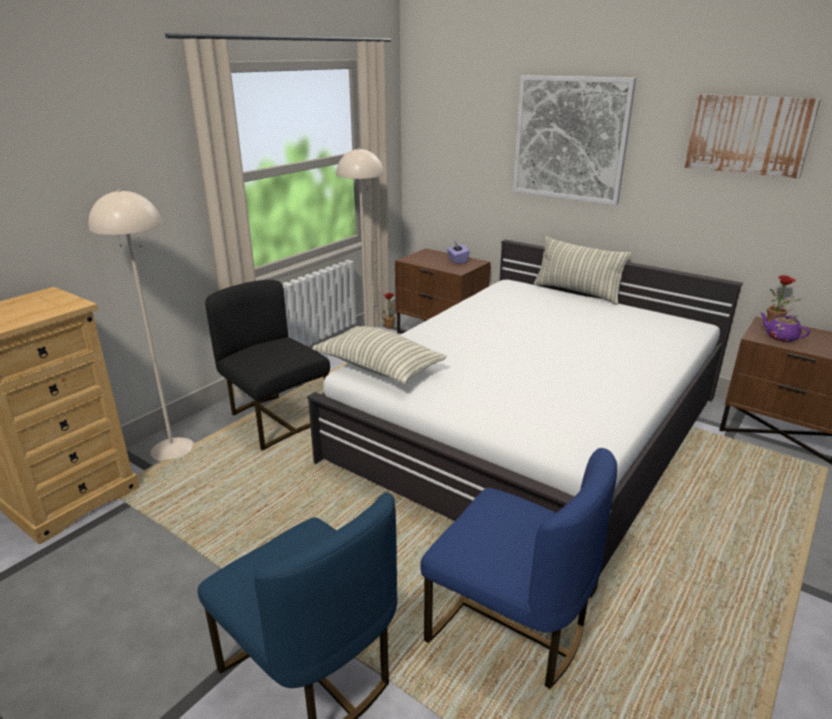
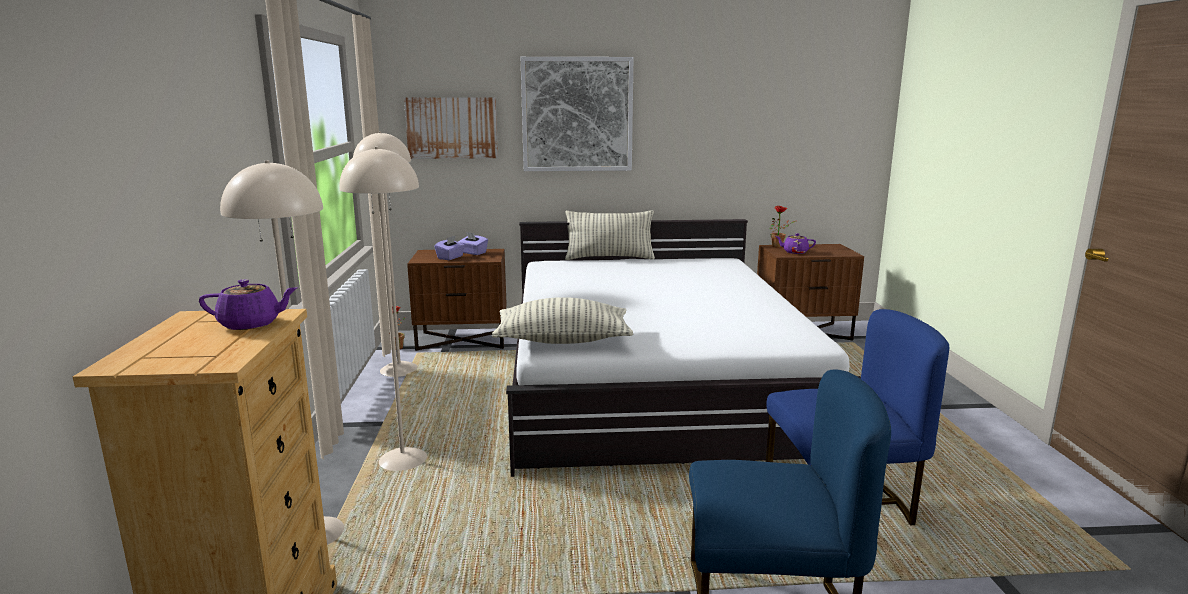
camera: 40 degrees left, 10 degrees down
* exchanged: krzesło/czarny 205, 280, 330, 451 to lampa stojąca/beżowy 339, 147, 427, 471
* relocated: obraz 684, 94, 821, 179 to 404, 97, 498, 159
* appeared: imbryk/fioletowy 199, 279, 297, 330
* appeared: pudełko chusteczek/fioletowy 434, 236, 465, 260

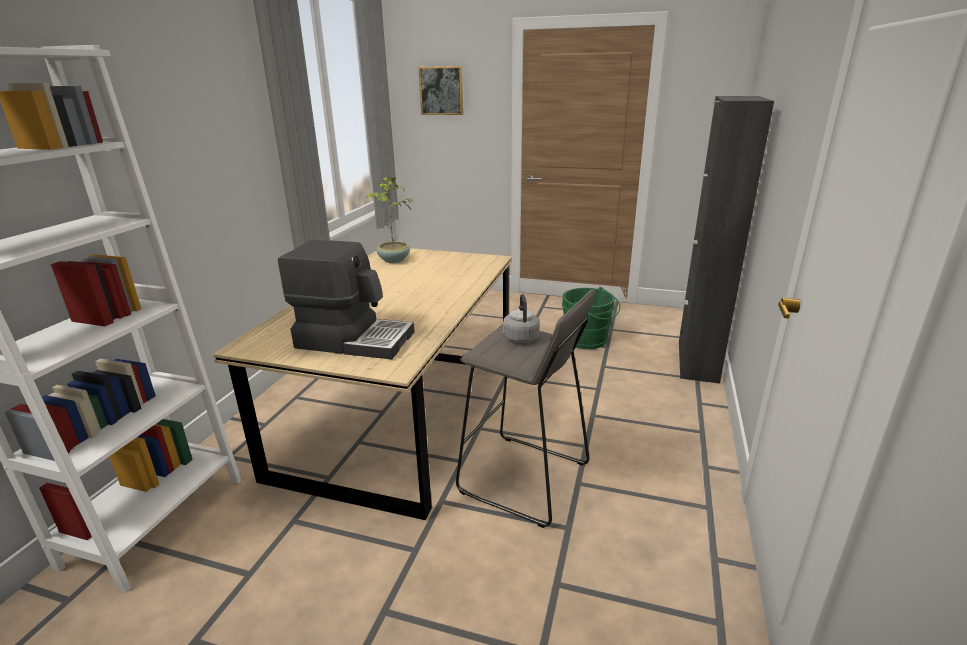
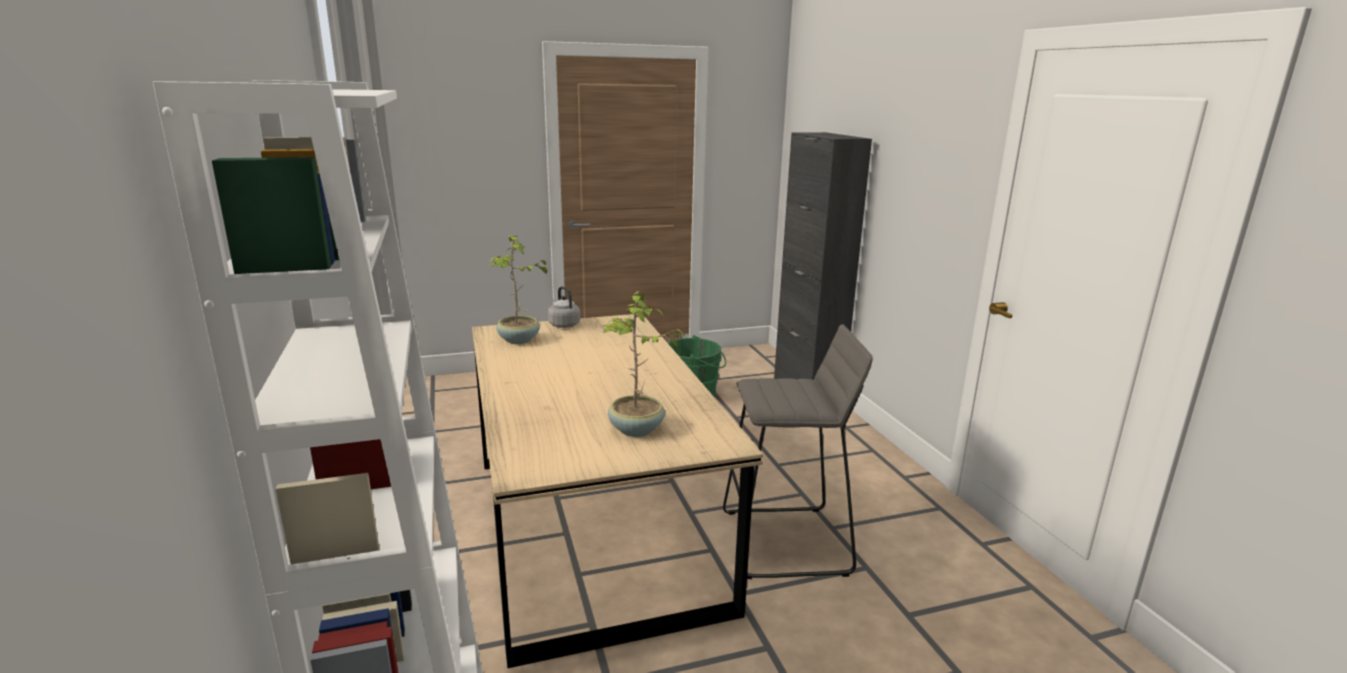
camera: 35 degrees left, 5 degrees down
* exchanged: ekspres do kawy 278, 239, 414, 360 to roślina doniczkowa 603, 291, 685, 437
* missing: obraz 419, 66, 463, 115
* relocated: czajnik/szary 503, 294, 540, 343 to 548, 286, 580, 328

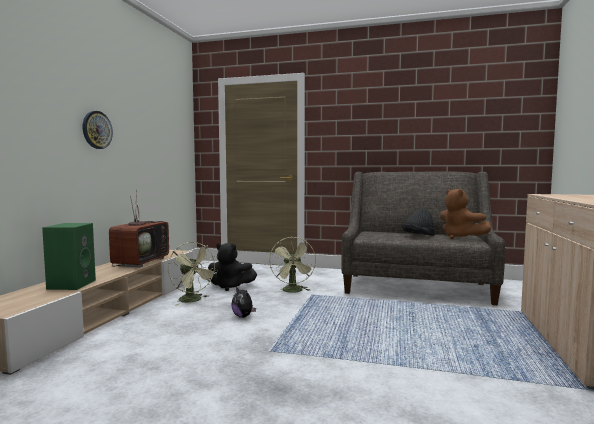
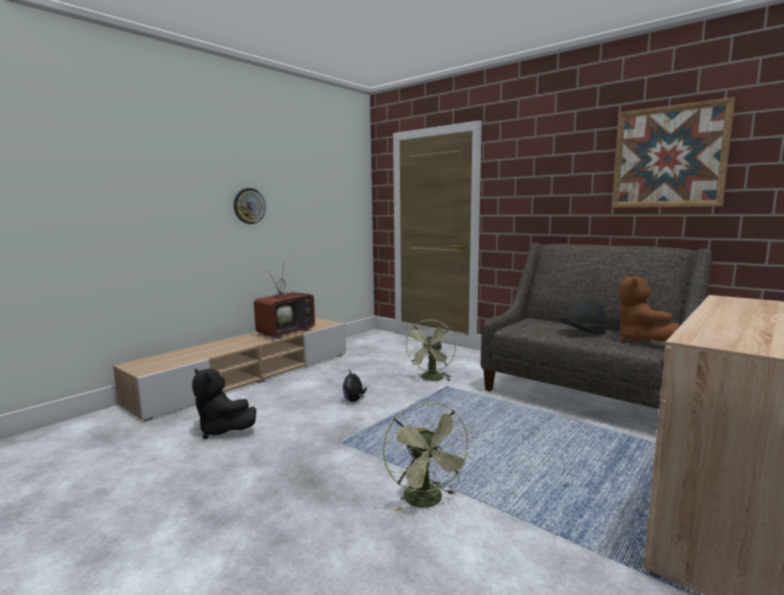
camera: 25 degrees right, 5 degrees up
* missing: głośnik/zielony 42, 223, 96, 290
* relocated: wentylator/zielony 168, 242, 217, 306 to 383, 401, 473, 512
* relocated: pluszak/czarny 208, 243, 257, 291 to 192, 368, 256, 439
* appeared: obraz 612, 97, 735, 208

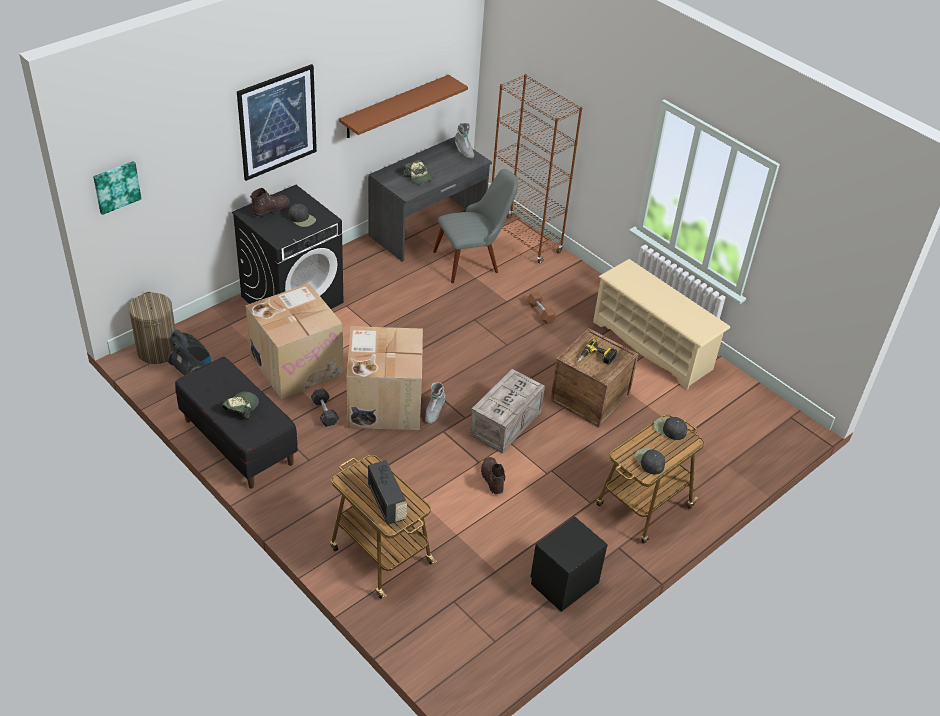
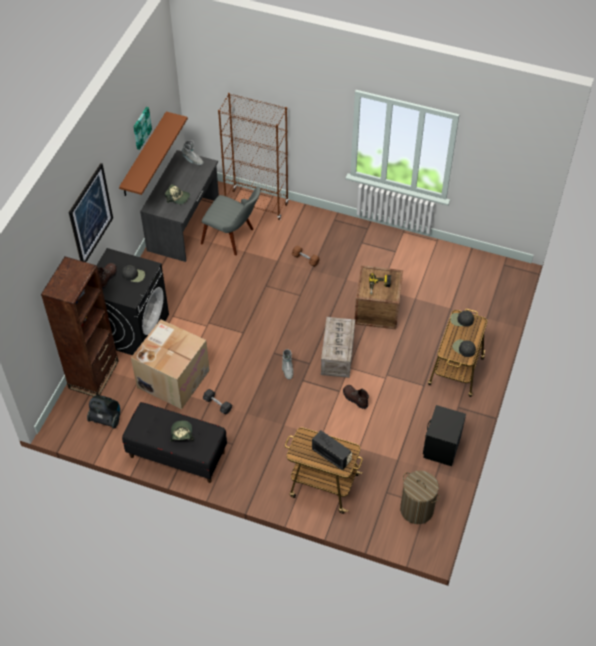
camera: 25 degrees left, 10 degrees up
* relocated: obraz 93, 161, 141, 215 to 133, 107, 152, 150
* relocated: kosz na pranie 129, 292, 176, 364 to 400, 471, 440, 524
* missing: karton 347, 326, 423, 430
* spun: krzesło/szary 433, 169, 518, 283 = 201, 187, 261, 255 75 degrees clockwise
* missing: regał na buty/beżowy 593, 259, 730, 390
* appeared: regał/brązowy 41, 256, 119, 397

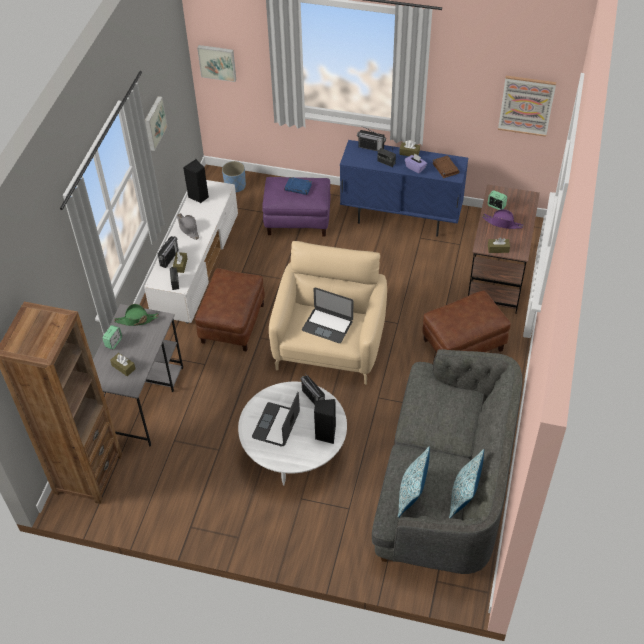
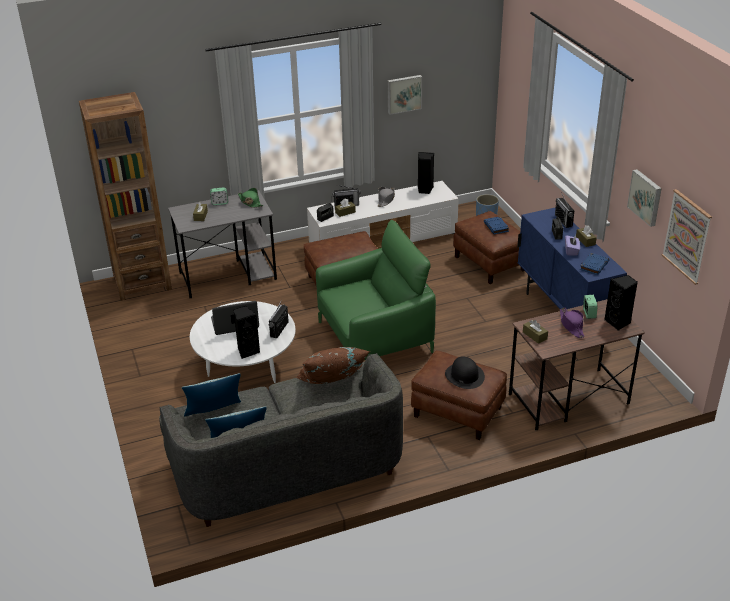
camera: 55 degrees right, 15 degrees down
* relocated: obraz 197, 45, 236, 82 to 627, 169, 662, 227
* colour: pufa/fioletowy 262, 177, 331, 237 to pufa/brązowy 453, 211, 524, 284
* colour: fotel/beżowy 269, 241, 387, 385 to fotel/zielony 316, 220, 436, 360
* missing: laptop 302, 287, 353, 343
* colour: książka/brązowy 433, 155, 460, 178 to książka/niebieski 580, 253, 609, 275
* appeared: poduszka/brązowy 296, 347, 369, 384
* appeared: kapelusz/czarny 445, 356, 485, 389
* appeared: głośnik/czarny 604, 275, 638, 331

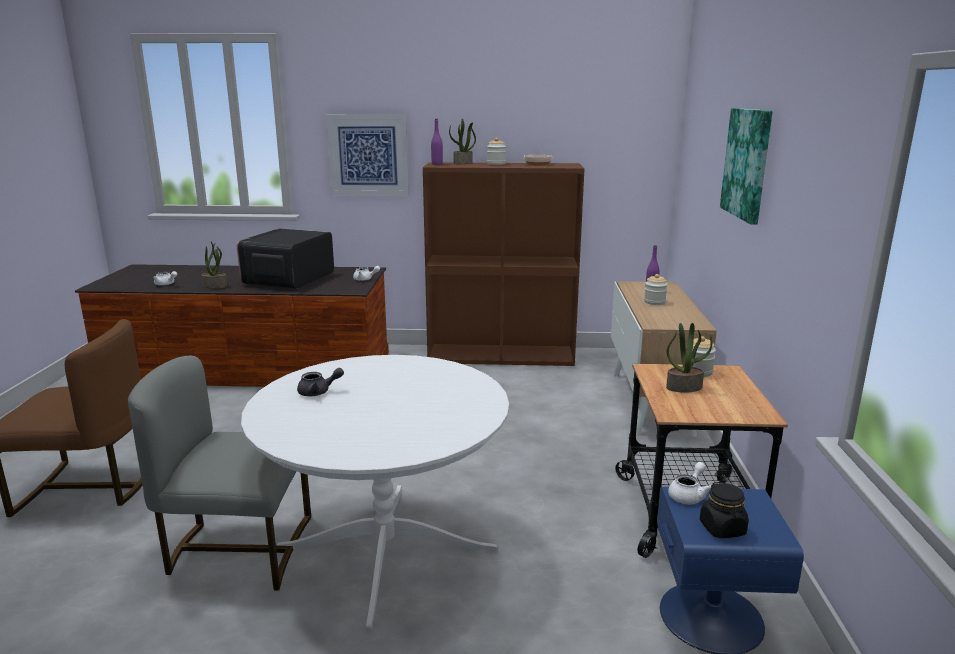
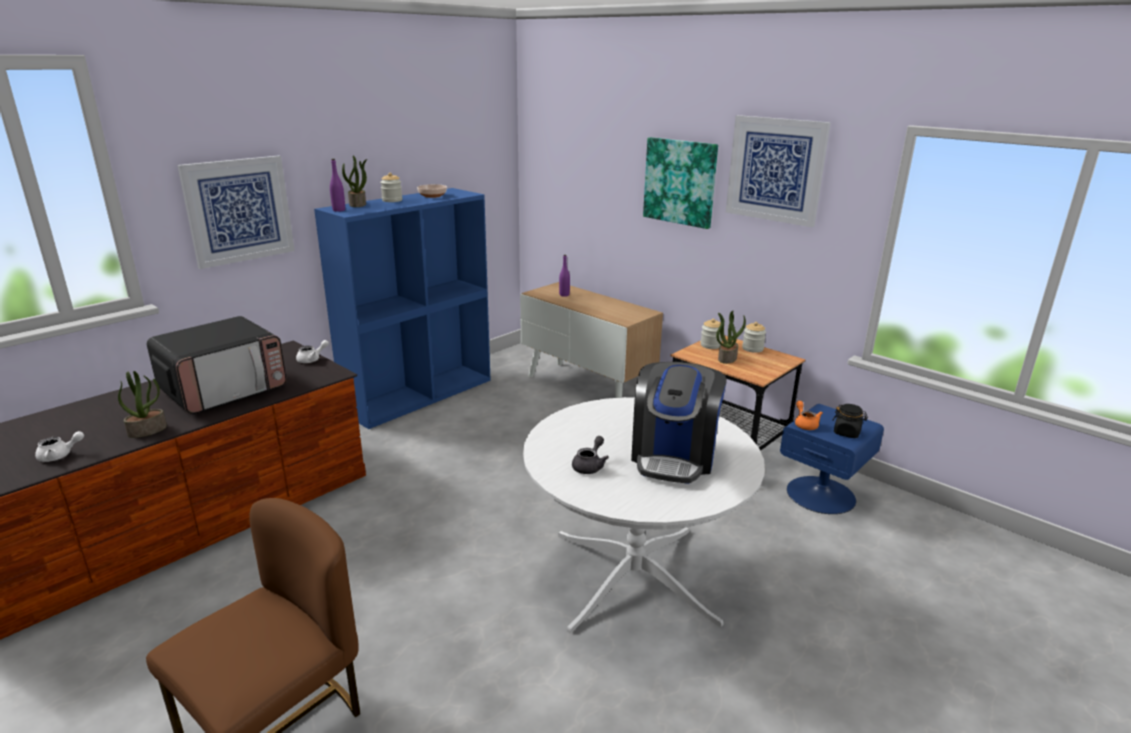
camera: 50 degrees left, 5 degrees up
* missing: krzesło/szary 128, 356, 311, 591
* spun: mikrofalówka 237, 229, 334, 289 = 147, 316, 287, 414 105 degrees counterclockwise
* colour: regał/brązowy 423, 162, 585, 366 to regał/niebieski 314, 188, 491, 429
* relocated: słoik 644, 274, 668, 305 to 742, 322, 766, 353
* colour: imbryk/biały 668, 462, 711, 504 to imbryk/pomarańczowy 795, 401, 823, 430
* appeared: ekspres do kawy 631, 362, 727, 484
* appeared: obraz 726, 115, 831, 227

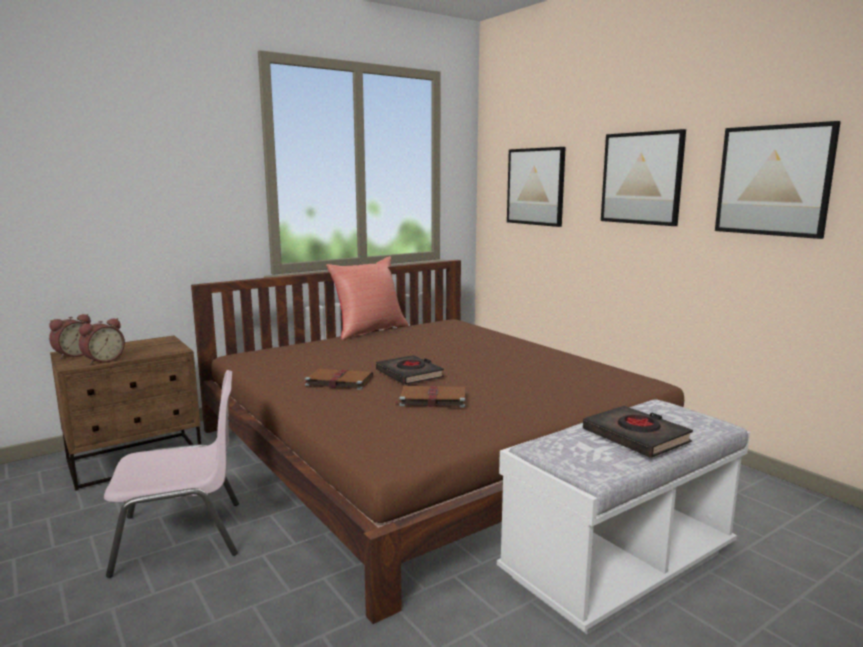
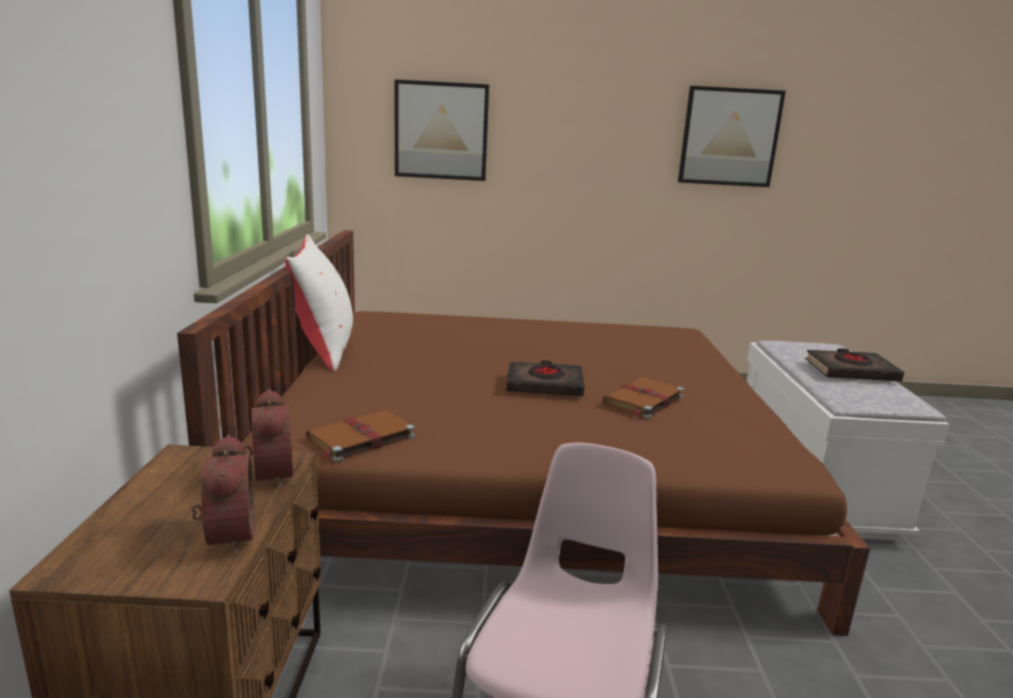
camera: 55 degrees left, 5 degrees up
* relocated: budzik 49, 314, 91, 359 to 244, 389, 293, 489
* relocated: książka/brązowy 305, 369, 373, 390 to 306, 410, 415, 461
* colour: poduszka/czerwony 326, 256, 409, 340 to poduszka/biały 285, 234, 353, 371
* missing: obraz 601, 129, 686, 226

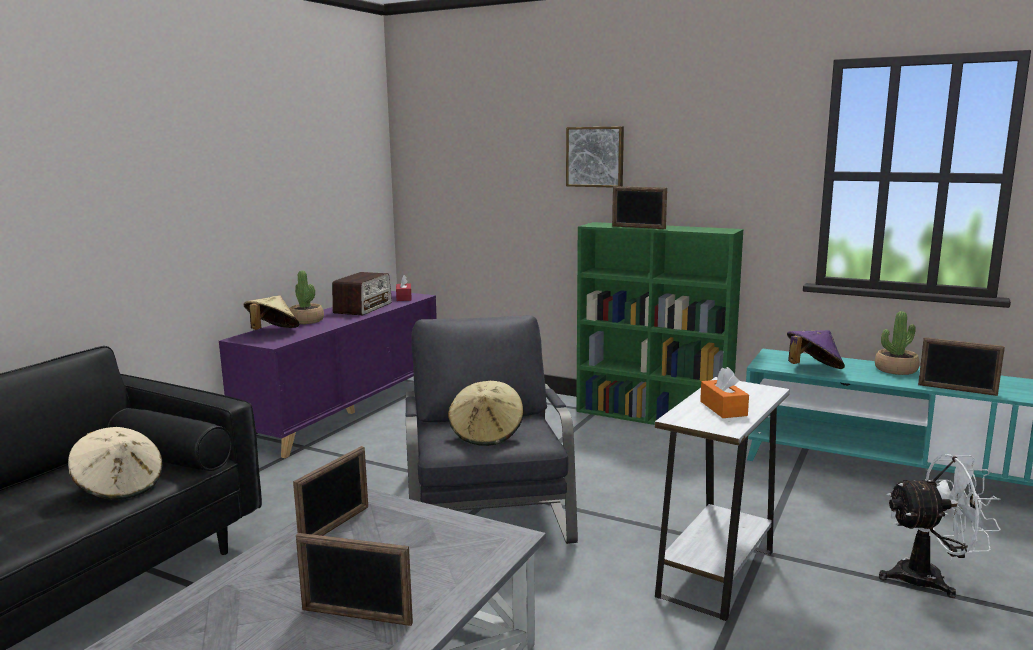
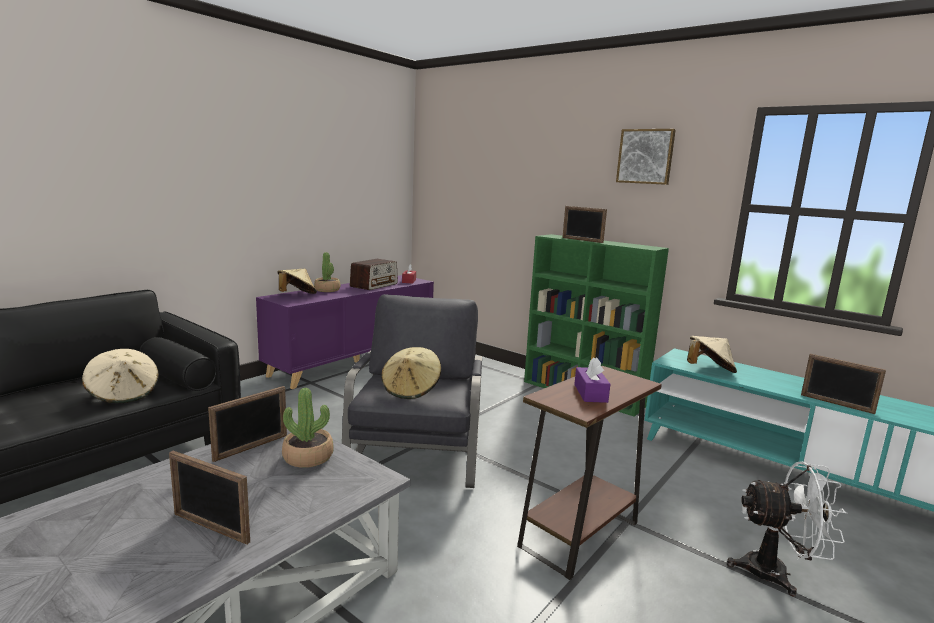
camera: 10 degrees right, 0 degrees up
* relocated: obraz 566, 126, 624, 188 to 616, 129, 676, 185
* colour: stolik/biały 655, 377, 790, 621 to stolik/brązowy 517, 366, 662, 580
* colour: pudełko chusteczek/pomarańczowy 700, 367, 749, 418 to pudełko chusteczek/fioletowy 574, 357, 610, 403
* colour: kapelusz/fioletowy 787, 330, 845, 369 to kapelusz/beżowy 687, 336, 737, 373
* relocated: roślina doniczkowa 875, 311, 920, 375 to 282, 388, 334, 468

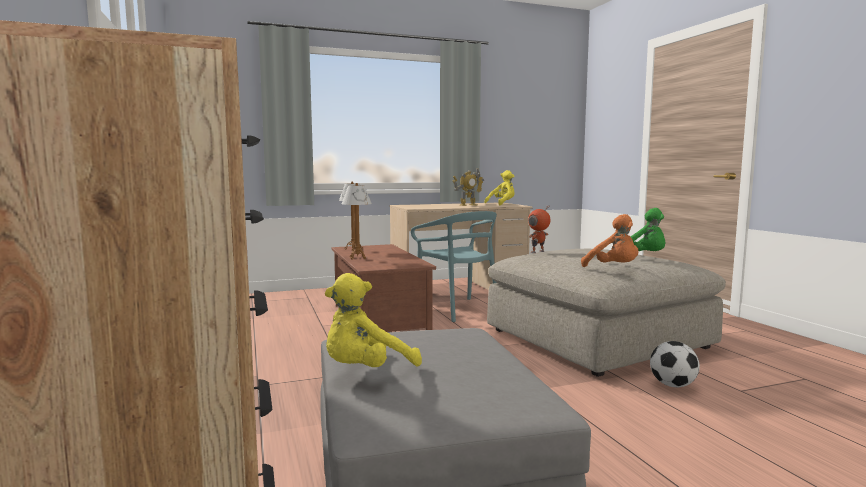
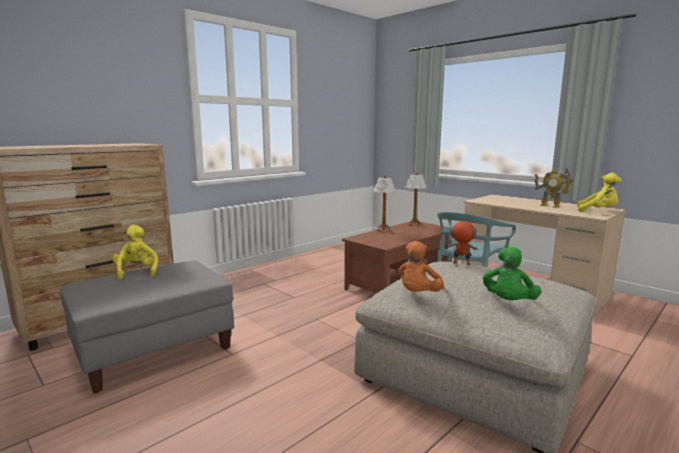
camera: 65 degrees right, 5 degrees up
* spun: pluszak/żółty 325, 273, 422, 367 = 112, 225, 158, 279 45 degrees clockwise
* missing: piłka futbolowa 650, 341, 700, 387

